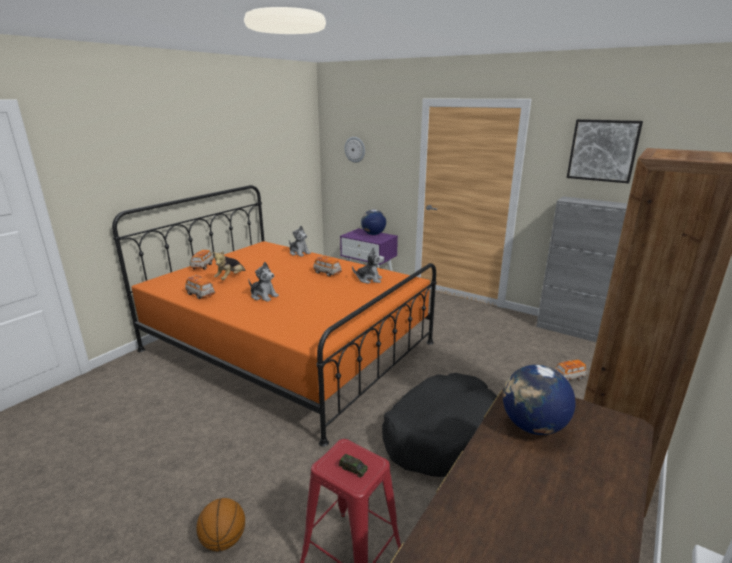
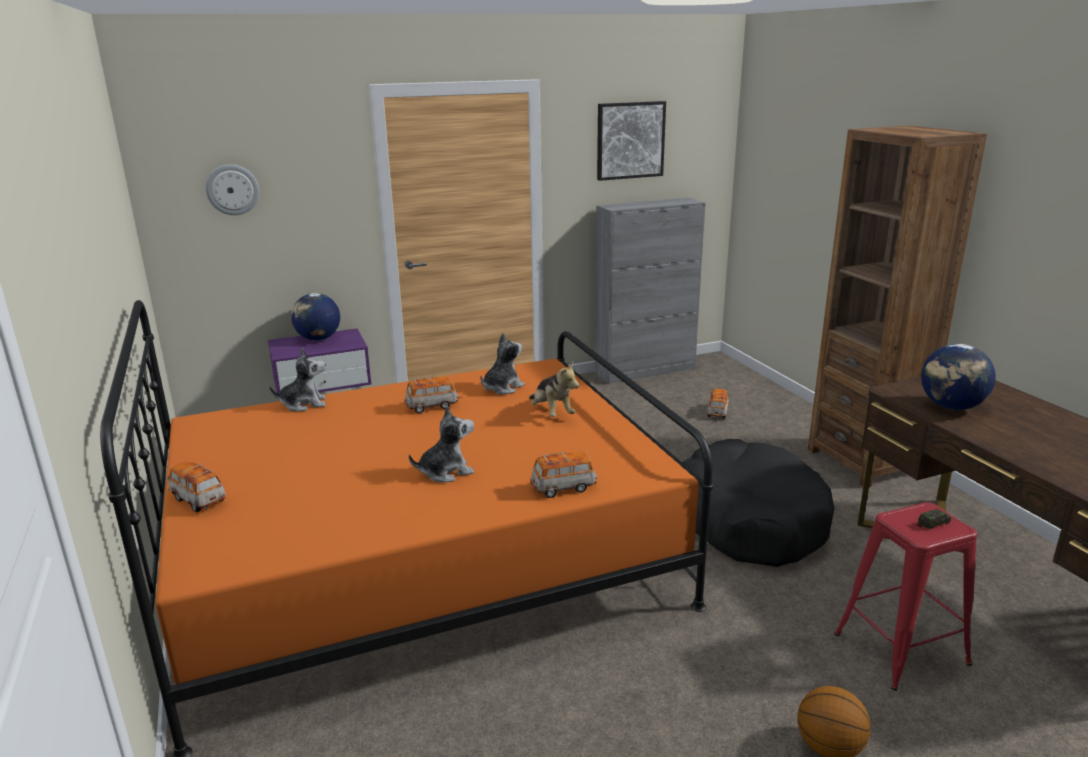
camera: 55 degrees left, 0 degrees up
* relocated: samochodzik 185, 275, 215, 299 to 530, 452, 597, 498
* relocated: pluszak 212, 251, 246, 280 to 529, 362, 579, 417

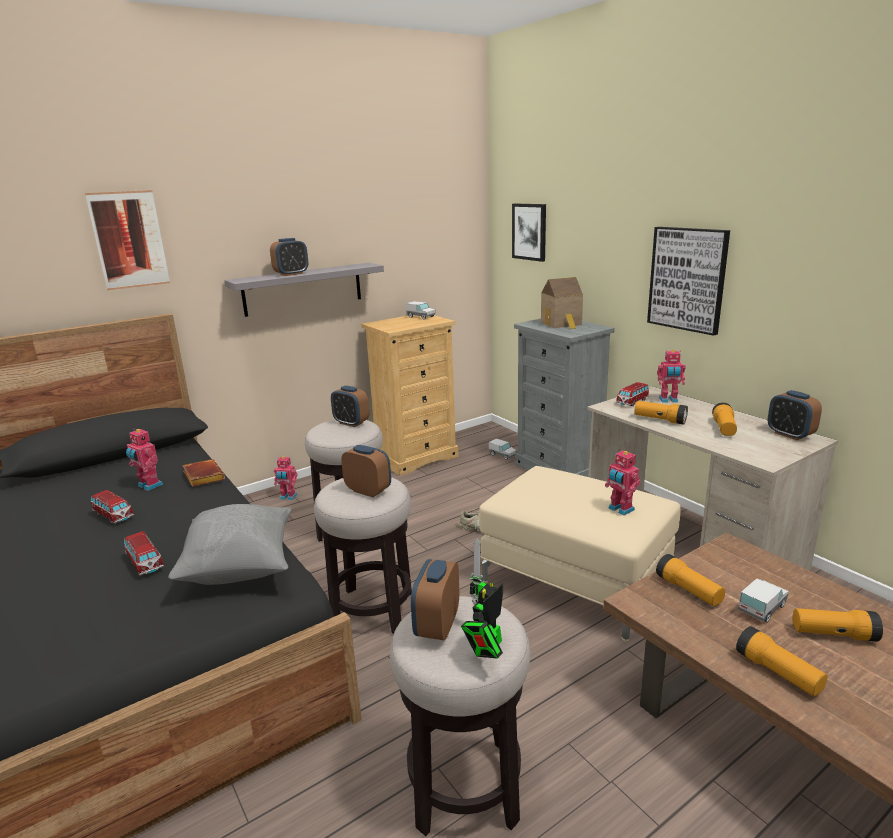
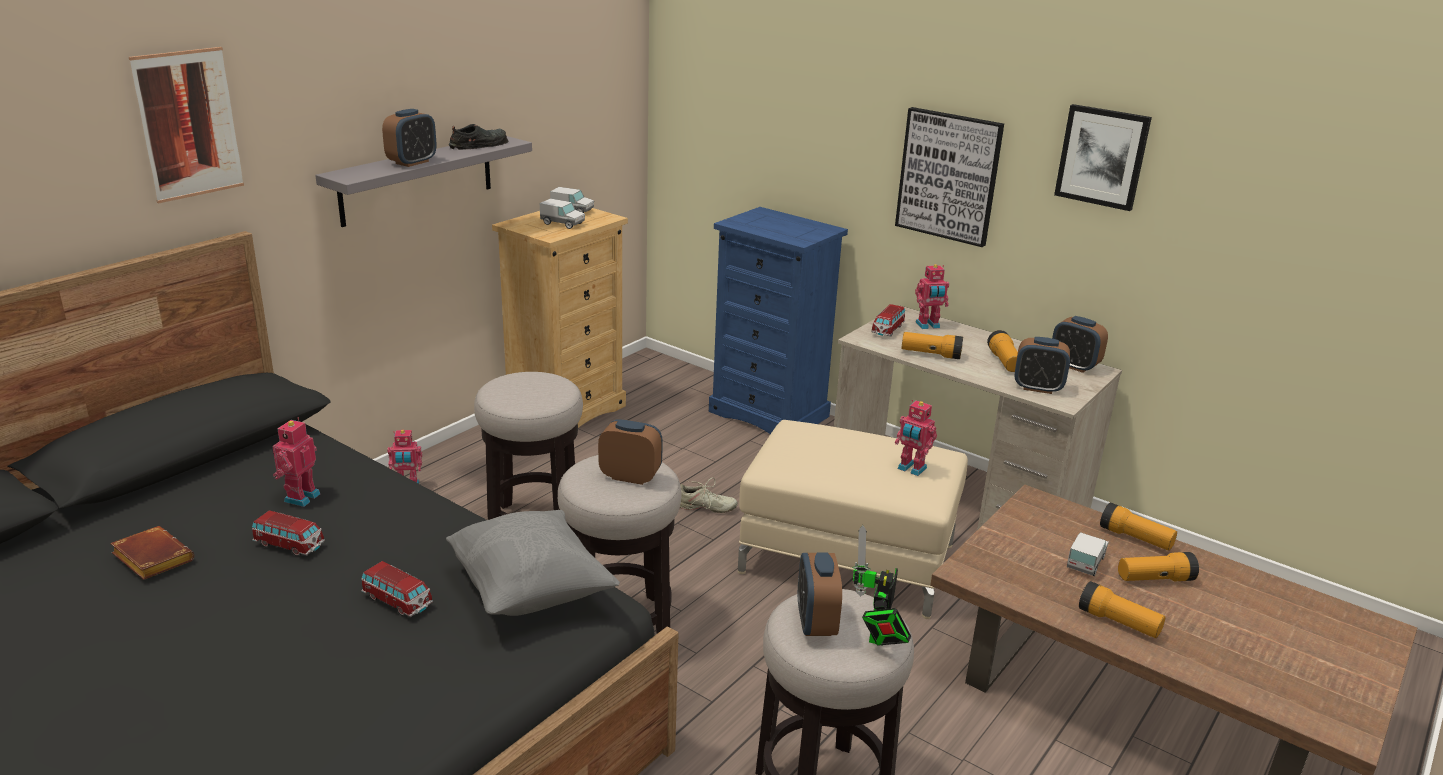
camera: 20 degrees left, 5 degrees up
* spun: robot zabawkowy 126, 429, 163, 491 = 272, 418, 320, 507 90 degrees clockwise
* relocated: książka/brązowy 182, 459, 225, 487 to 110, 526, 194, 580
* relocated: budzik 331, 386, 369, 427 to 1015, 337, 1070, 394
* relocated: ciężarówka zabawkowa 489, 438, 517, 460 to 540, 198, 585, 229
* relocated: obraz 512, 204, 546, 262 to 1054, 104, 1152, 211
* colour: komoda/szary 514, 319, 615, 477 to komoda/niebieski 709, 207, 848, 434
* missing: domek 541, 277, 583, 329
* relocated: latarka 656, 554, 725, 606 to 1100, 503, 1177, 551
* appeared: but/czarny 449, 124, 509, 150

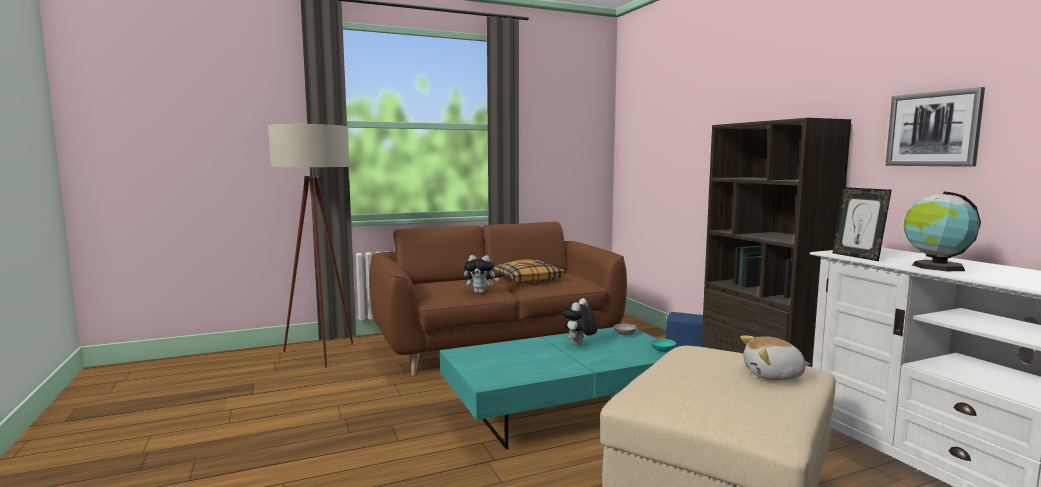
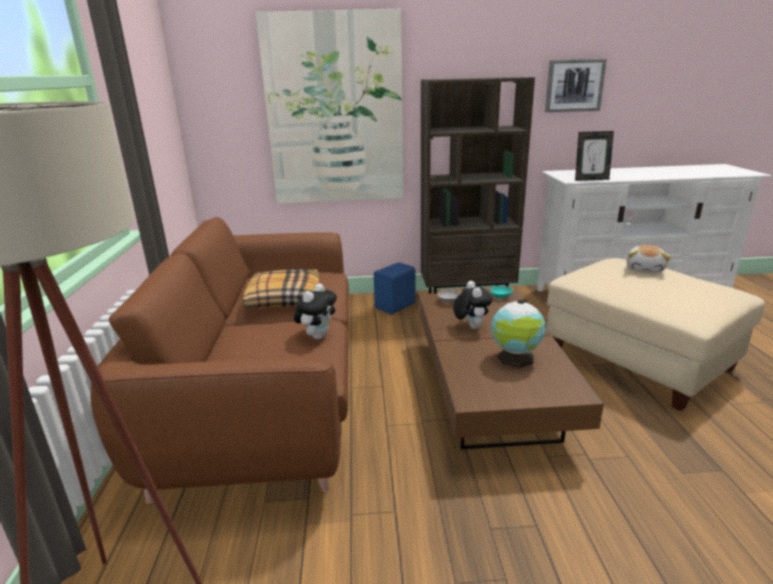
camera: 70 degrees left, 15 degrees up
* colour: ława/turkusowy 440, 327, 676, 449 to ława/brązowy 419, 290, 604, 449
* spun: pluszak 562, 298, 598, 345 = 453, 281, 492, 329 150 degrees counterclockwise
* relocated: globus 904, 192, 981, 271 to 491, 299, 546, 368
* appeared: obraz 255, 9, 404, 204

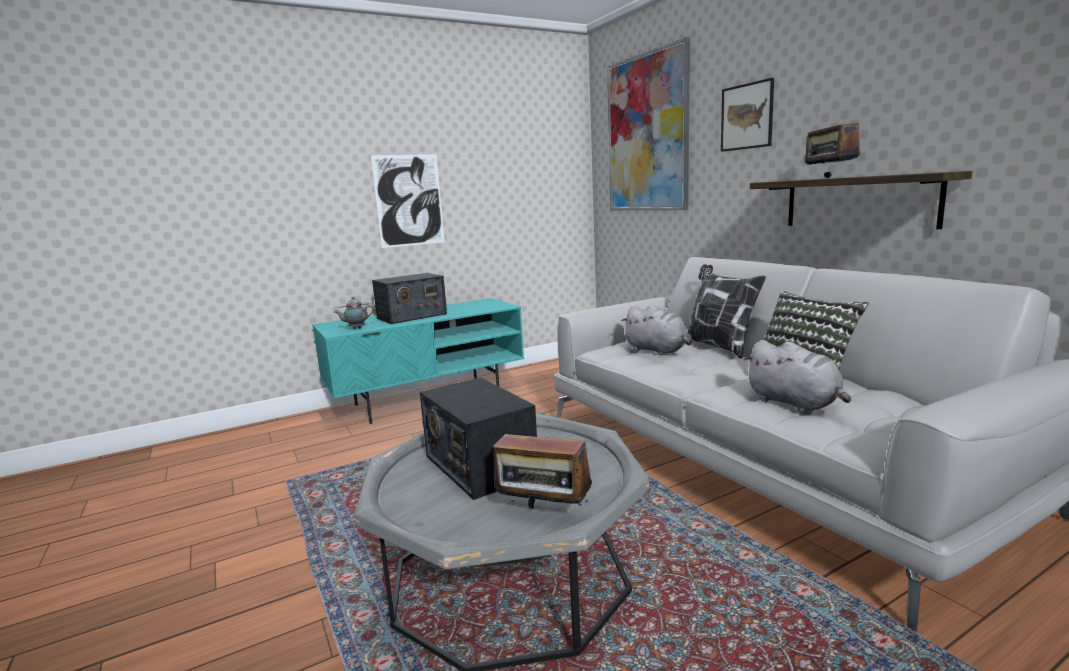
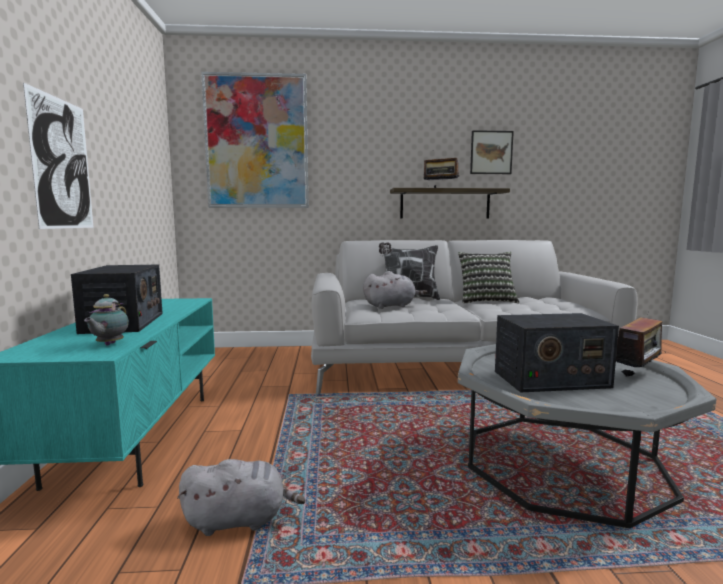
camera: 65 degrees left, 5 degrees down
* relocated: obraz 721, 78, 774, 152 to 470, 130, 514, 174
* relocated: pluszak/szary 744, 340, 851, 412 to 177, 459, 306, 536

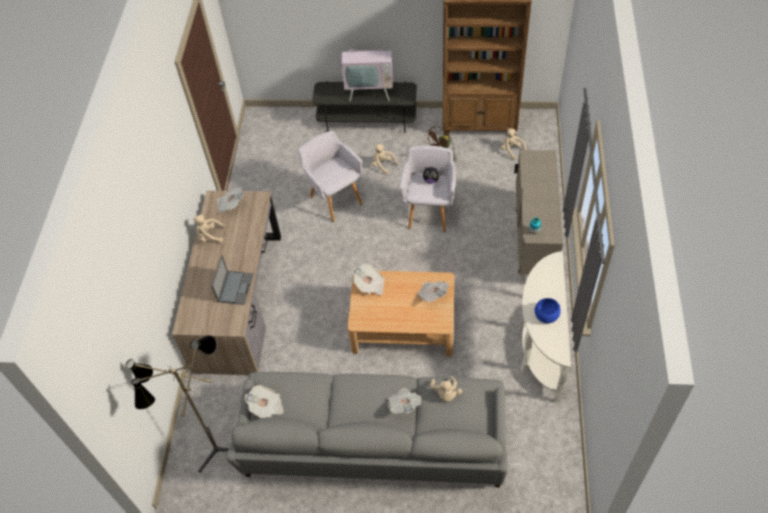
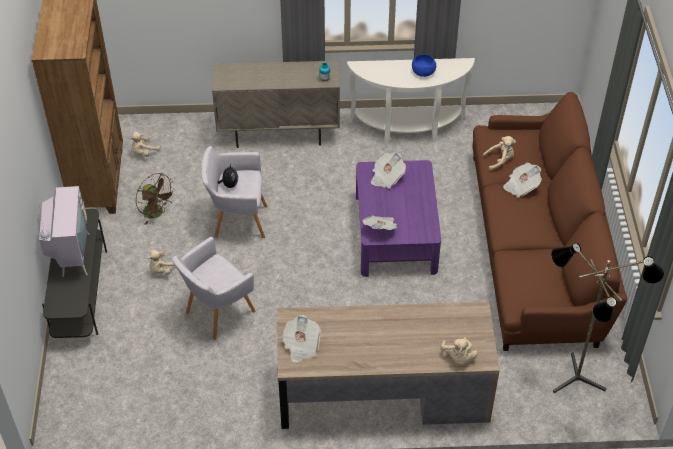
camera: 100 degrees left, 5 degrees down
* relocated: pluszak/beżowy 193, 215, 225, 243 to 441, 337, 478, 365
* missing: laptop 211, 255, 253, 305
* colour: kanapa/szary 226, 372, 508, 487 to kanapa/brązowy 473, 92, 627, 351
* missing: gazeta 245, 385, 284, 418
* colour: ława/beżowy 348, 271, 454, 357 to ława/fioletowy 356, 160, 441, 277

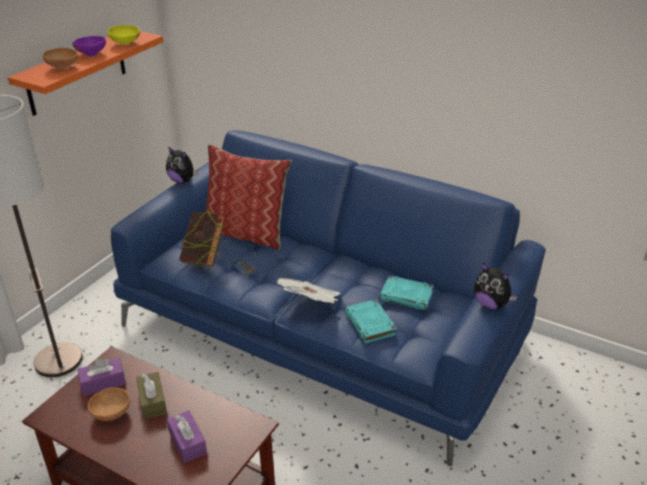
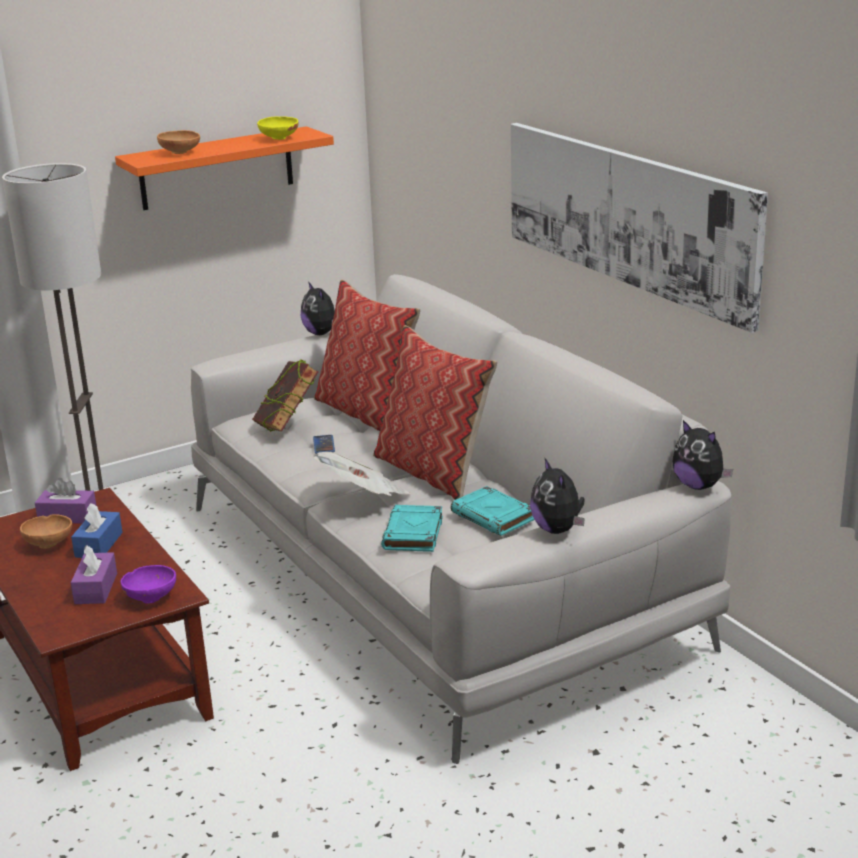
camera: 30 degrees right, 10 degrees down
* relocated: miska/fioletowy 72, 36, 106, 56 to 121, 565, 176, 604
* colour: kanapa/niebieski 110, 130, 546, 466 to kanapa/szary 191, 274, 731, 764
* colour: pudełko chusteczek/brązowy 136, 372, 167, 419 to pudełko chusteczek/niebieski 71, 503, 123, 558
* appeared: poduszka 373, 325, 497, 500
* appeared: obraz 511, 123, 768, 333
* appeared: pluszak 673, 420, 733, 490

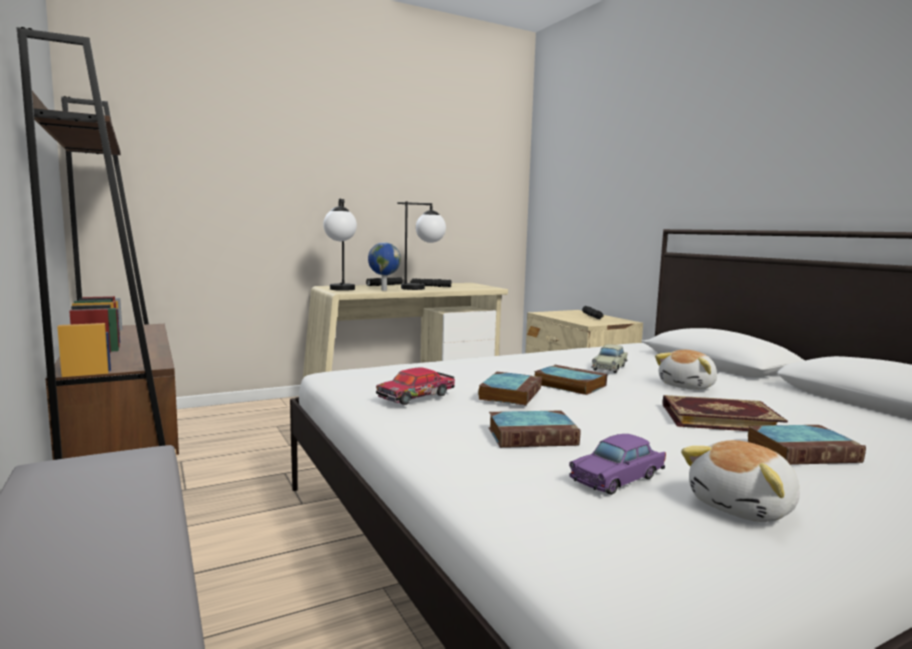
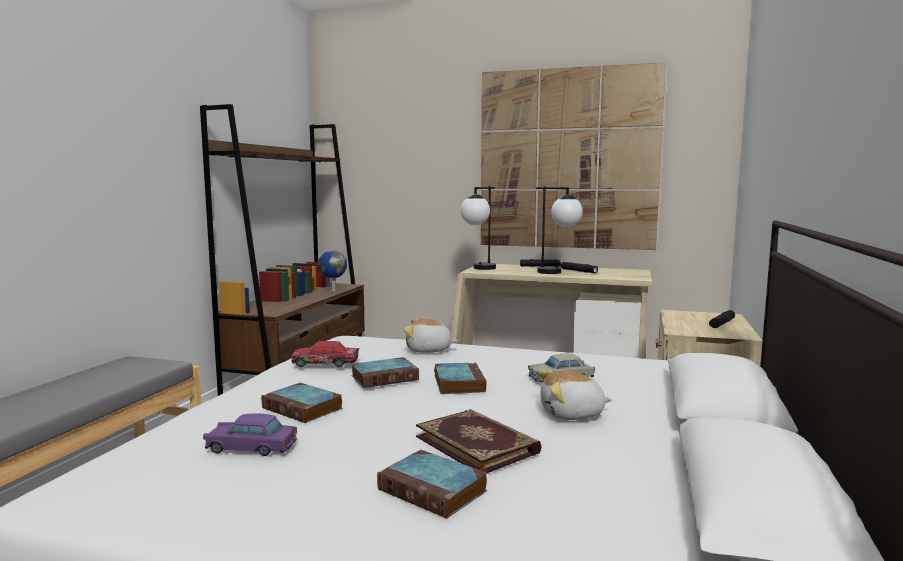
camera: 45 degrees right, 0 degrees up
* relocated: globus 368, 242, 401, 291 to 318, 250, 347, 292
* relocated: pluszak 681, 440, 800, 522 to 404, 319, 458, 353
* appeared: obraz 481, 62, 666, 250

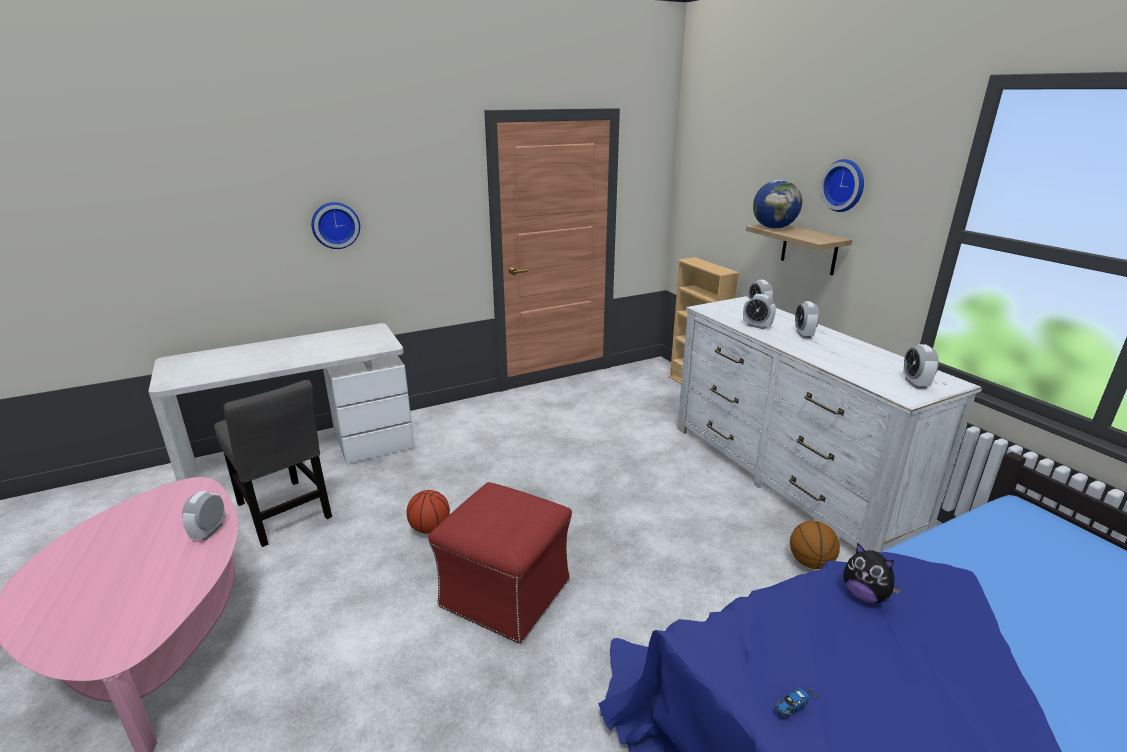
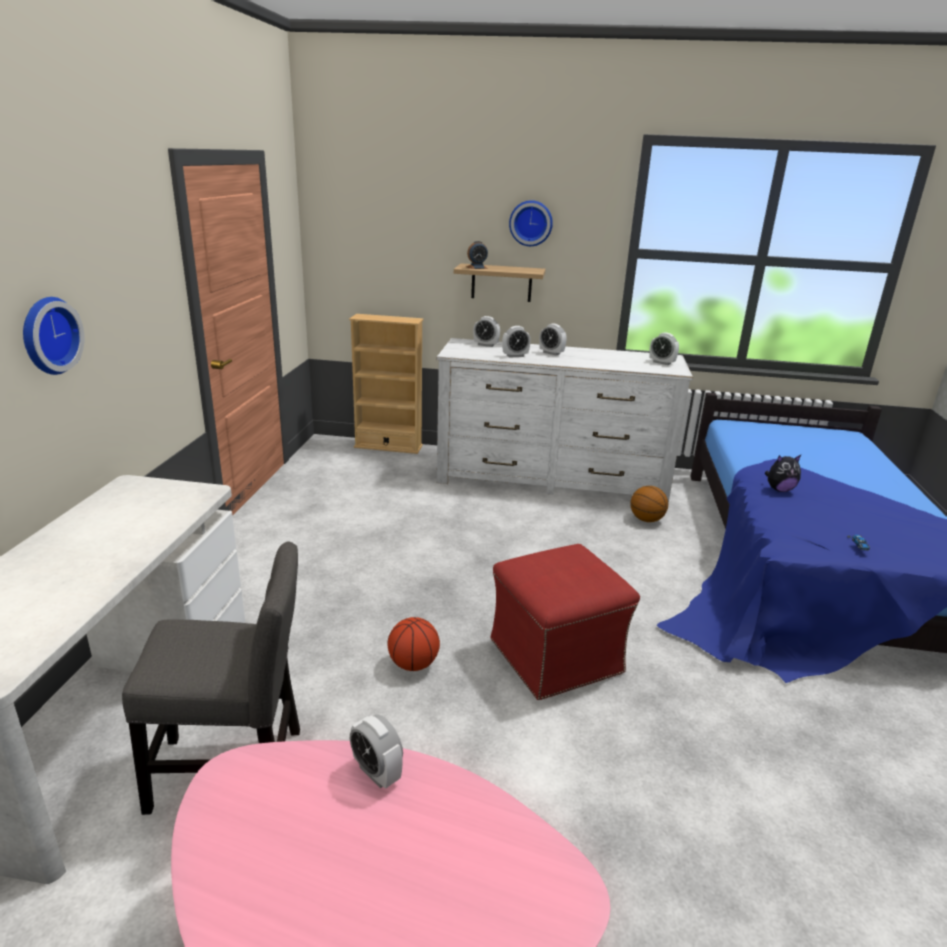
camera: 55 degrees left, 0 degrees up
* exchanged: globus 753, 180, 802, 229 to budzik 466, 241, 488, 269

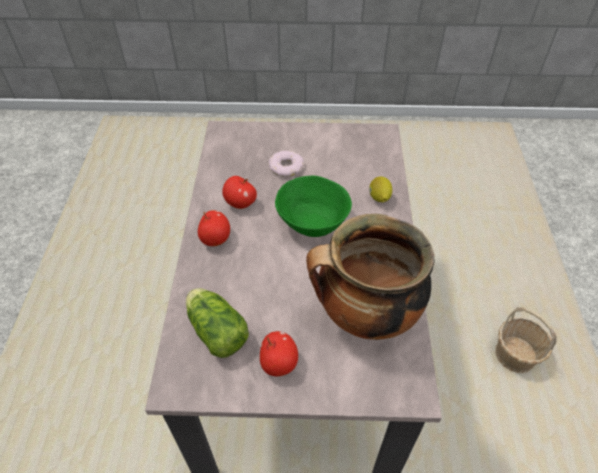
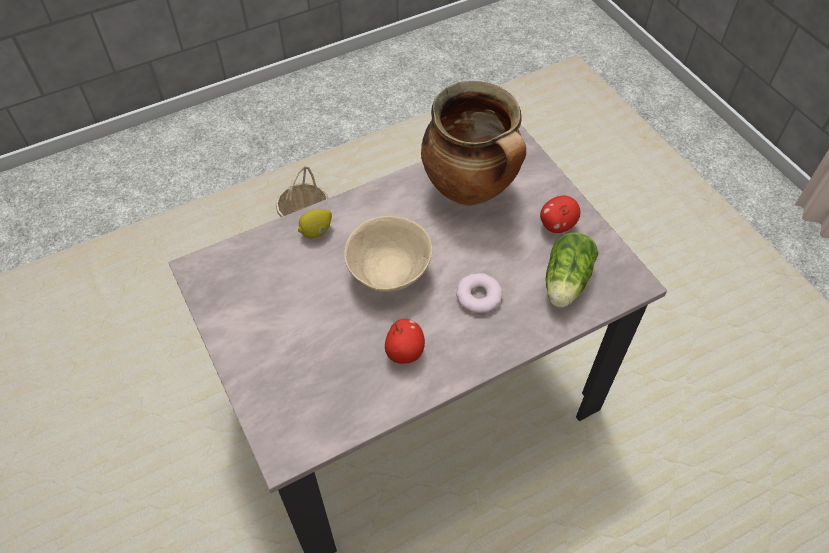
camera: 120 degrees left, 5 degrees up
* missing: jabłko 198, 210, 230, 246
* relocated: donut 269, 151, 304, 177 to 456, 273, 503, 313
* colour: miska/zielony 275, 176, 352, 237 to miska/beżowy 344, 216, 433, 292

